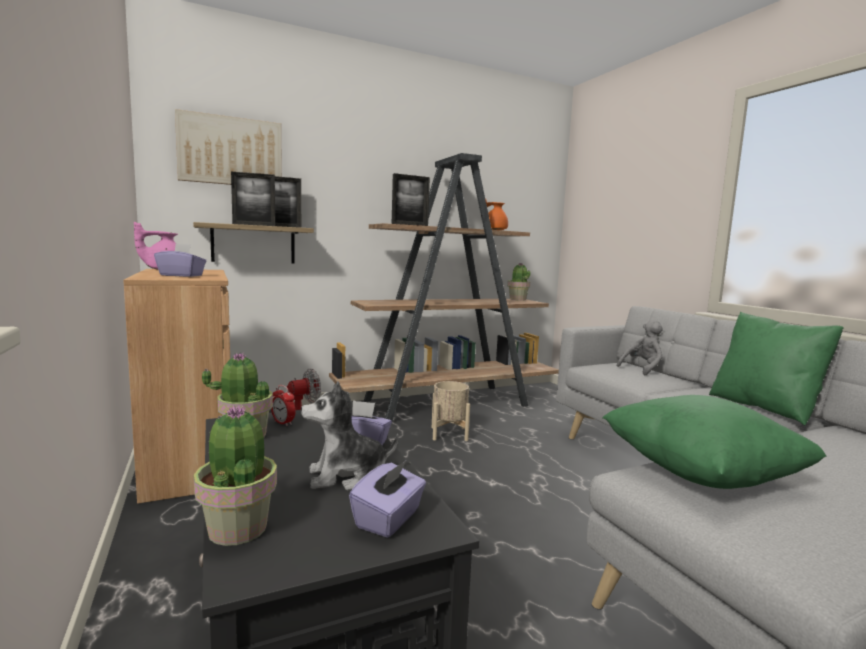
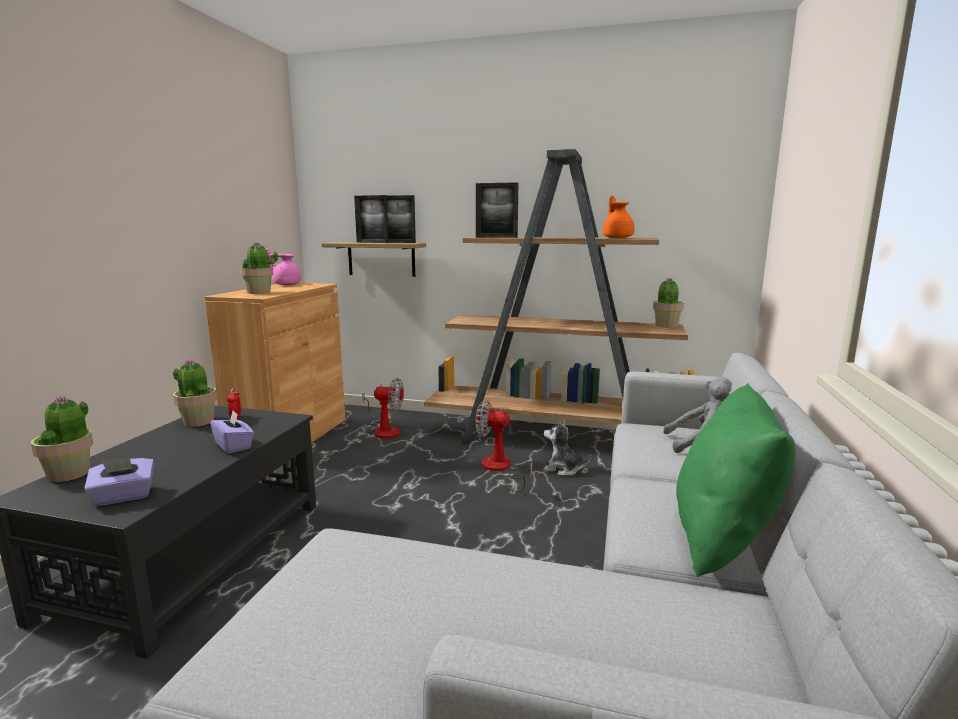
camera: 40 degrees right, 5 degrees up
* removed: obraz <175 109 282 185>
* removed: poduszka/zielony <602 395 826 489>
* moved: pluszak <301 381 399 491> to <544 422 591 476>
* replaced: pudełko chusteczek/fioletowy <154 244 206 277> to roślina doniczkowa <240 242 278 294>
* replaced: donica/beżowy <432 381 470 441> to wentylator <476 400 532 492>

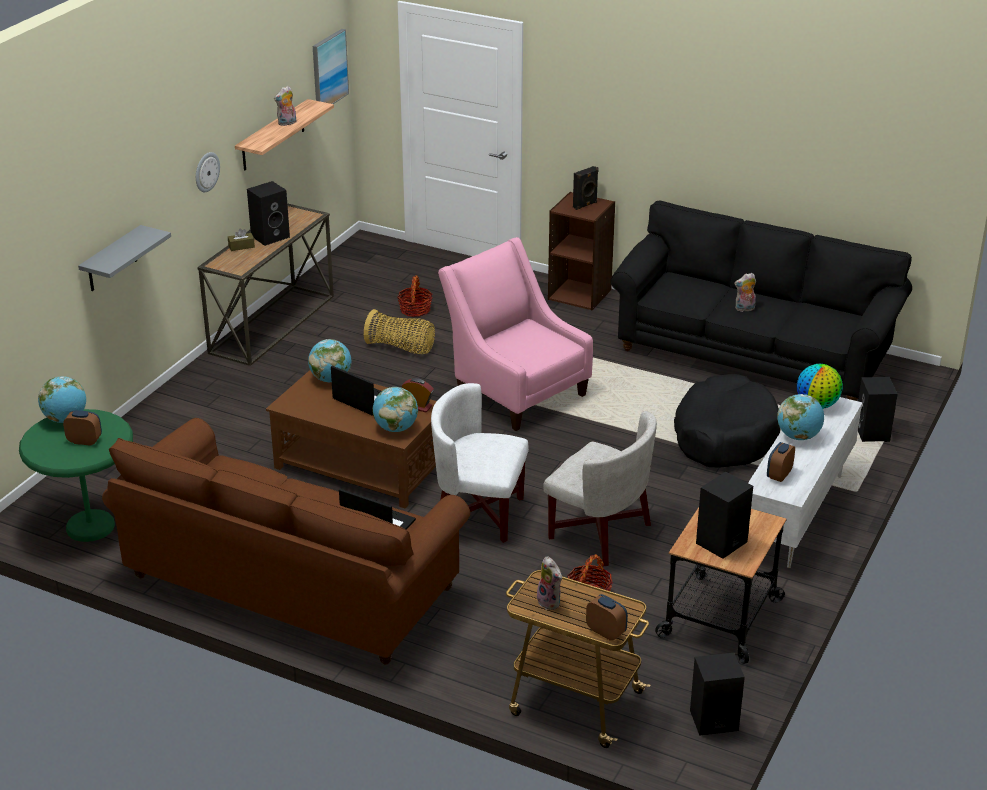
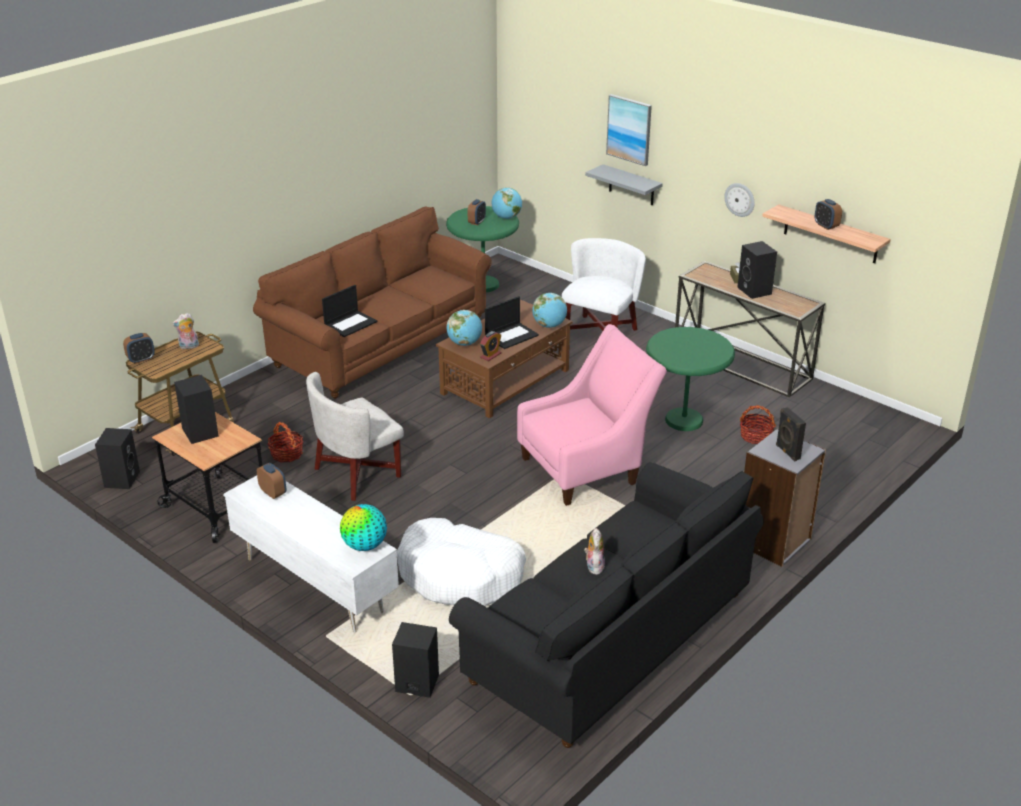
camera: 105 degrees right, 0 degrees up
* removed: globus <777 394 824 440>
* moved: obraz <313 29 349 104> to <606 94 652 166>
* moved: fotel/biały <431 383 529 543> to <562 238 646 331>
* replaced: pluszak <274 86 296 126> to budzik <815 199 842 230>
* replaced: koszyk <364 309 435 354> to stolik/zielony <646 327 735 431>
* recoloured: regał/brązowy <548 192 615 310> to regał/szary <744 428 826 567>
* recoloured: legowisko/czarny <674 374 781 467> to legowisko/biały <397 518 526 606>

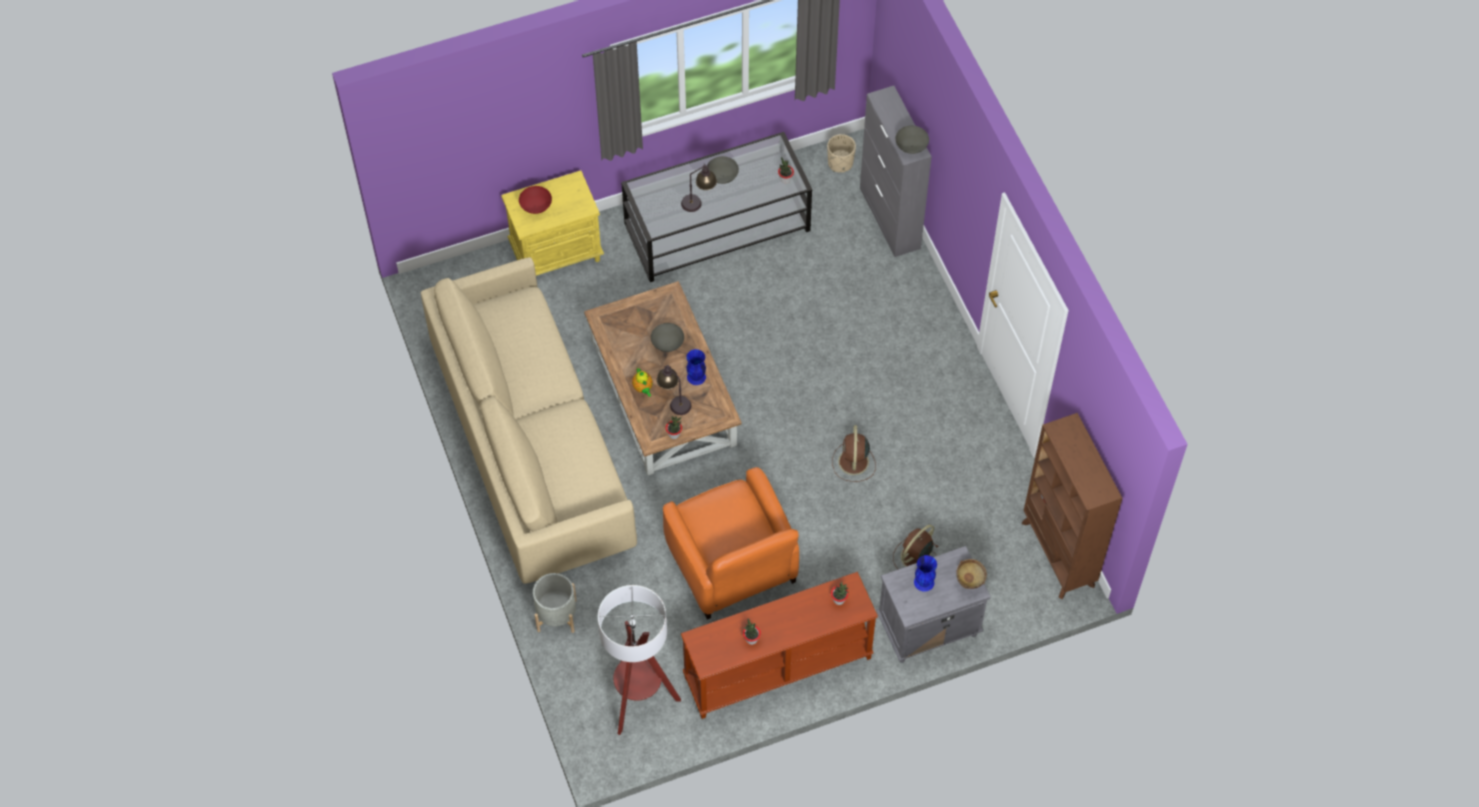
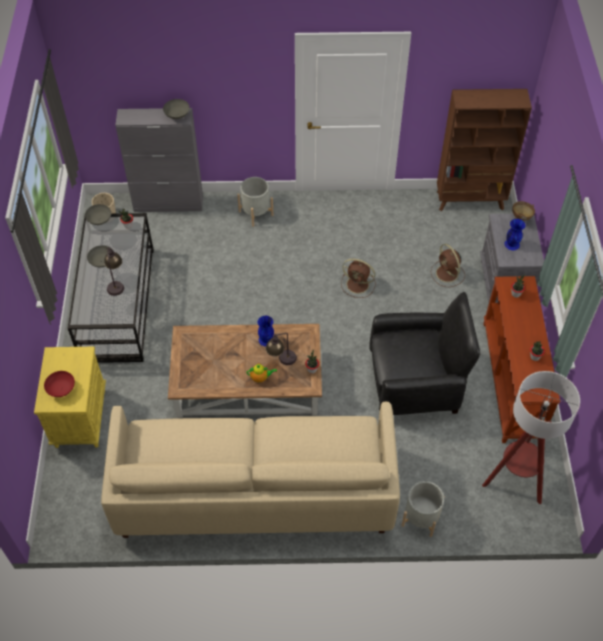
camera: 70 degrees left, 5 degrees down
* added: donica/szary <237 177 273 227>
* moved: miska/szary <651 323 684 352> to <85 204 111 225>
* recoloured: fotel/pomarańczowy <663 467 799 620> to fotel/czarny <370 292 480 415>

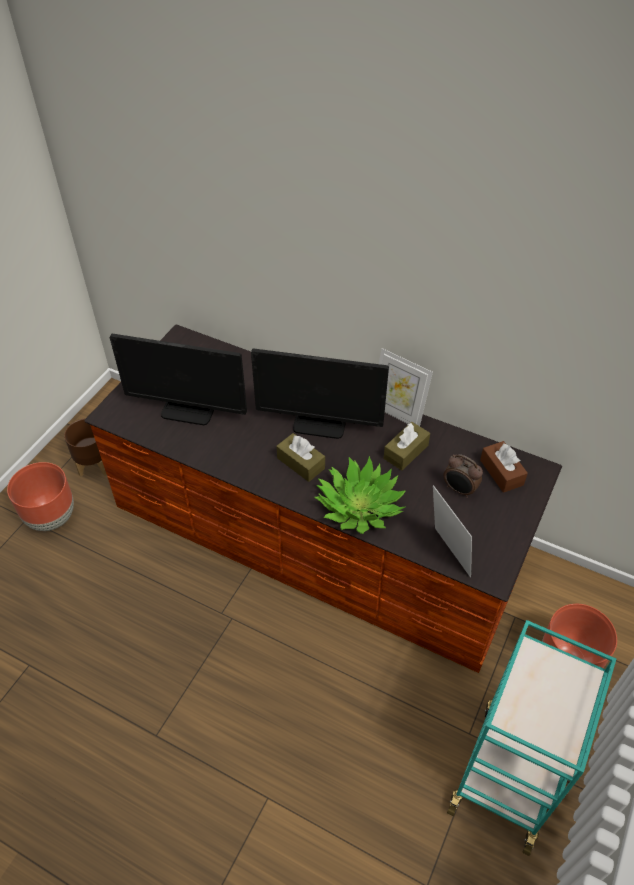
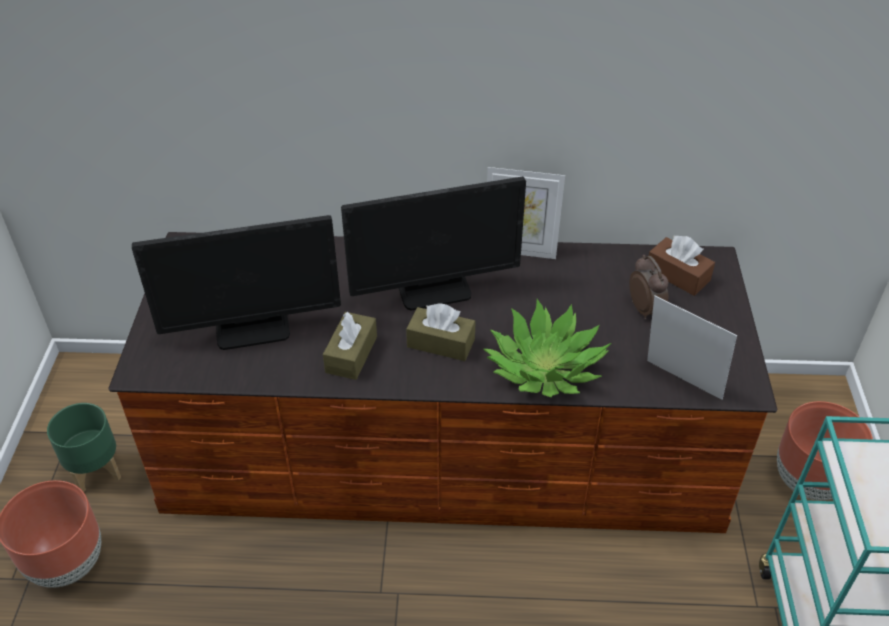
camera: 25 degrees left, 5 degrees down
* moved: pudełko chusteczek/brązowy <384 422 430 471> to <323 312 377 380>
* recoloured: donica/brązowy <64 418 107 477> to donica/zielony <47 403 121 492>
* turned: budzik <444 454 483 498> = <629 255 668 320> 120 degrees counterclockwise

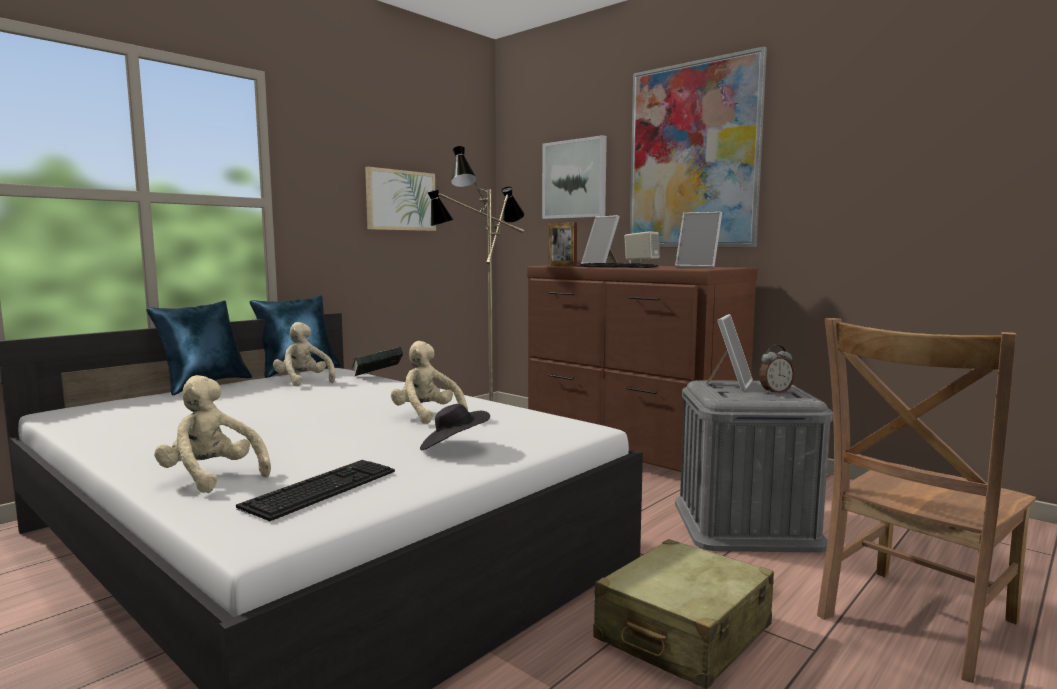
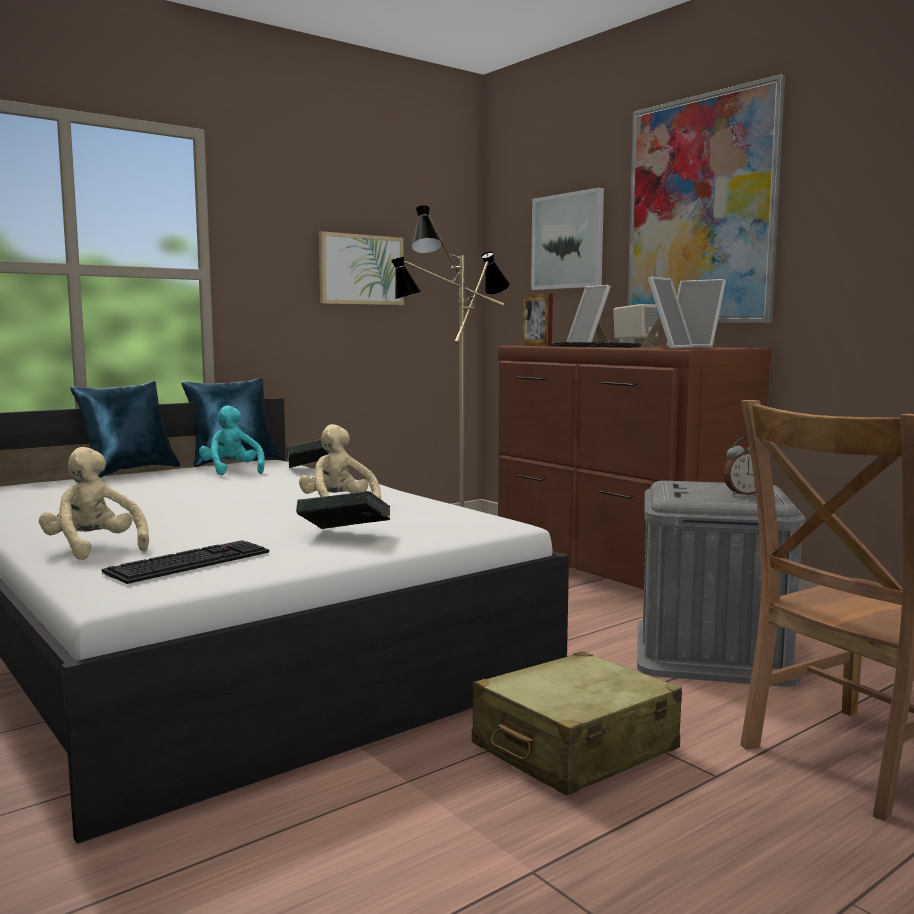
camera: 10 degrees right, 0 degrees up
* moved: ramka na zdjęcie <706 314 753 391> to <640 276 693 349>
* replaced: kapelusz/czarny <420 404 490 451> to książka <296 491 390 529>
* recoloured: pluszak/beżowy <273 322 335 387> to pluszak/turkusowy <199 405 265 475>

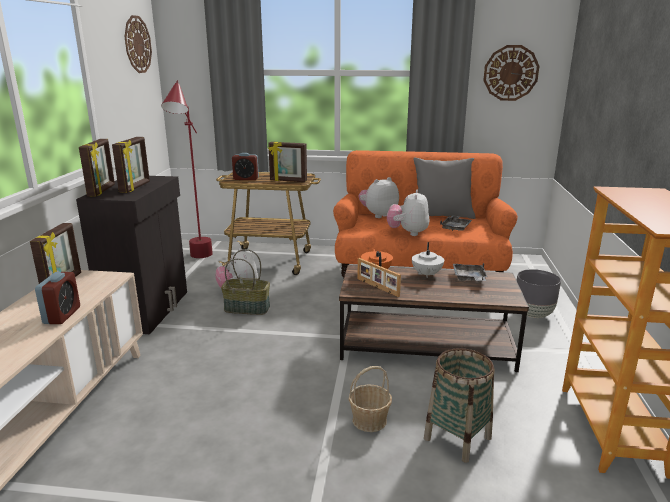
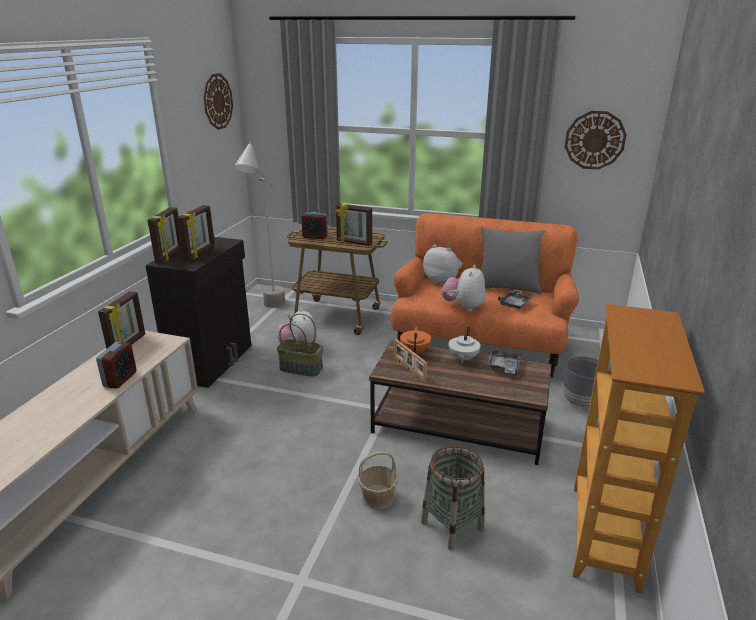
camera: 10 degrees right, 5 degrees up
* recoloured: lampa stojąca/czerwony <161 80 213 258> to lampa stojąca/szary <234 141 285 308>
* turned: pluszak <359 177 399 218> = <423 244 462 286> 60 degrees clockwise

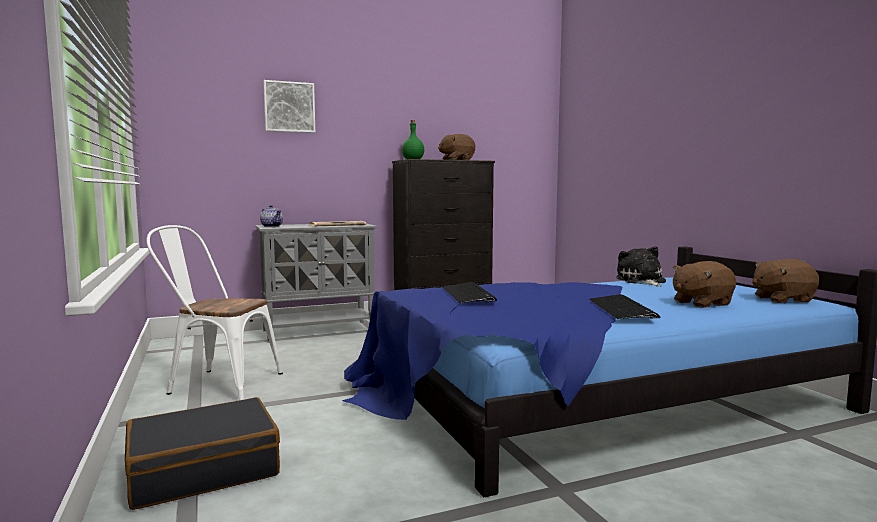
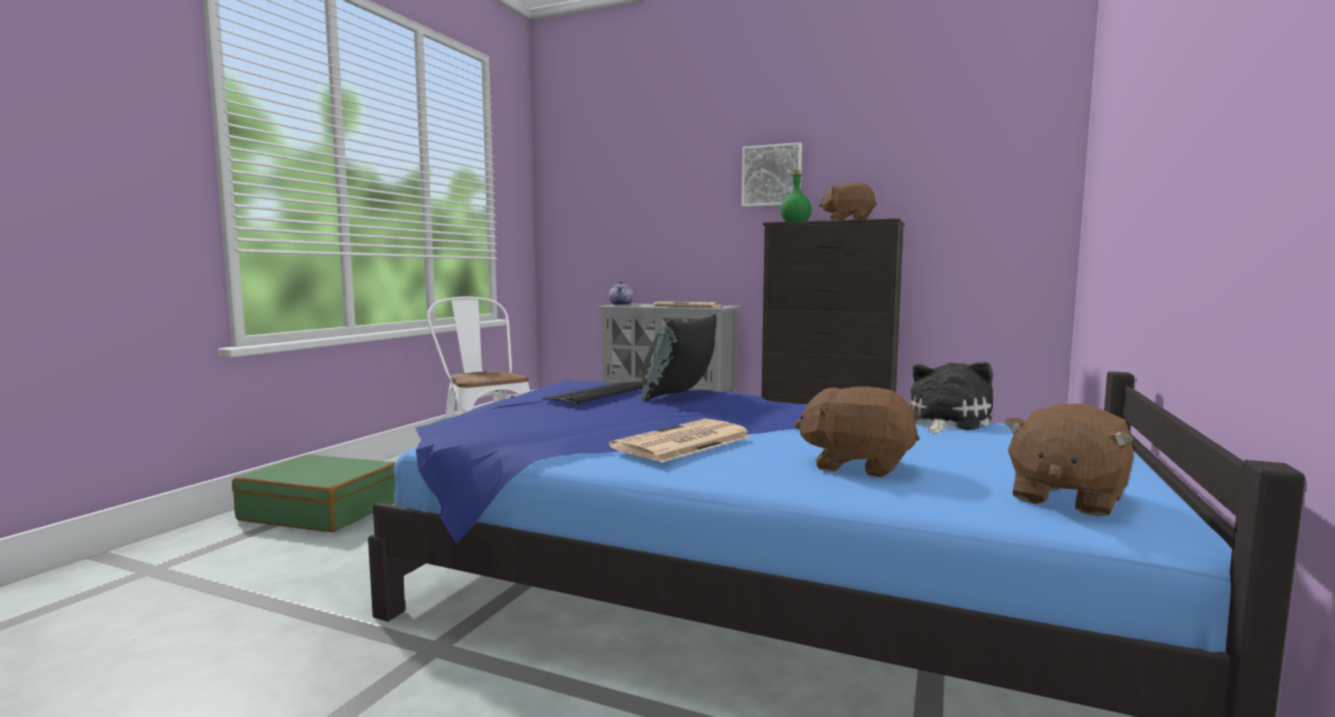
camera: 45 degrees right, 0 degrees up
* added: poduszka/czarny <641 314 716 401>
* moved: obraz <263 80 315 133> to <742 142 802 207>
* replaced: klawiatura <589 294 660 319> to gazeta <609 419 752 463>
* recoloured: walizka/czarny <125 397 280 510> to walizka/zielony <232 454 395 532>
* turned: pluszak/brązowy <752 259 819 303> = <1004 403 1134 516> 90 degrees counterclockwise

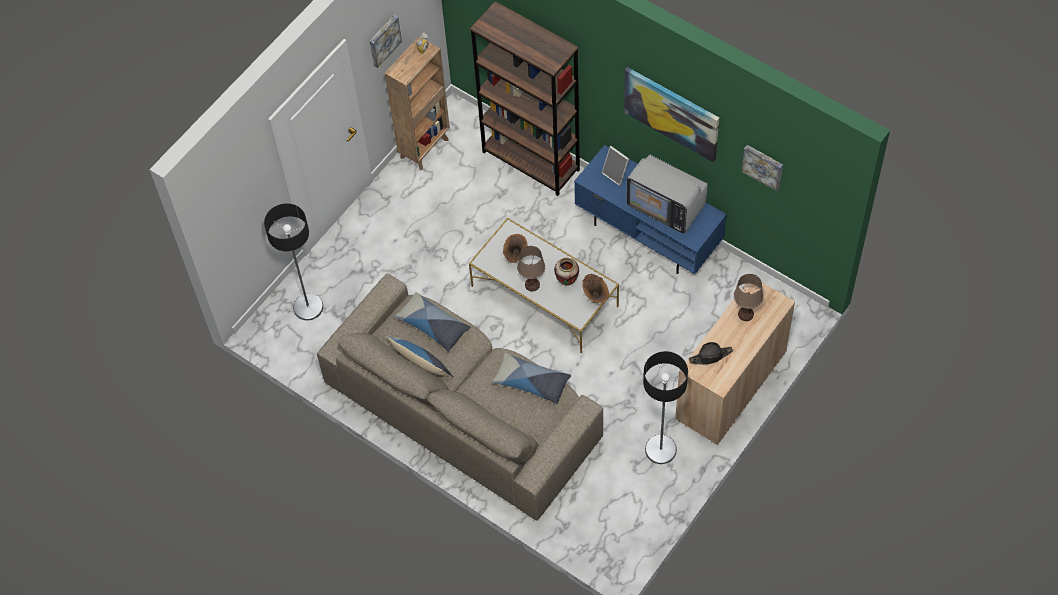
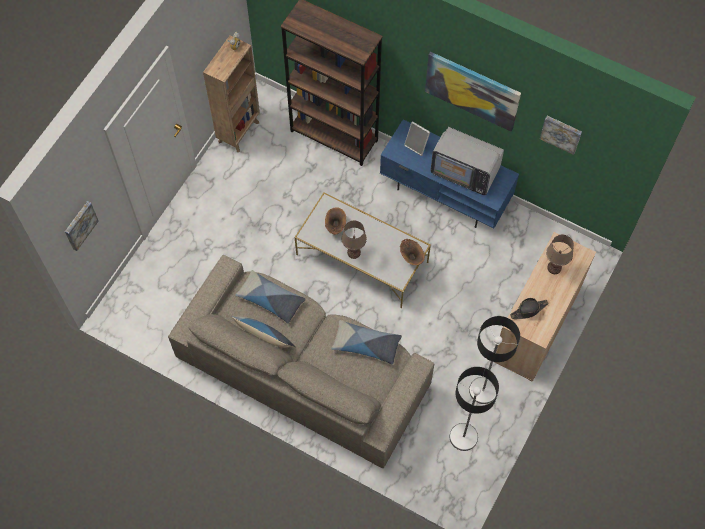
camera: 10 degrees left, 5 degrees up
* removed: wazon <554 258 579 286>
* moved: lampa stojąca <264 203 323 320> to <450 367 499 451>
* moved: obraz <370 15 402 68> to <65 201 99 251>

